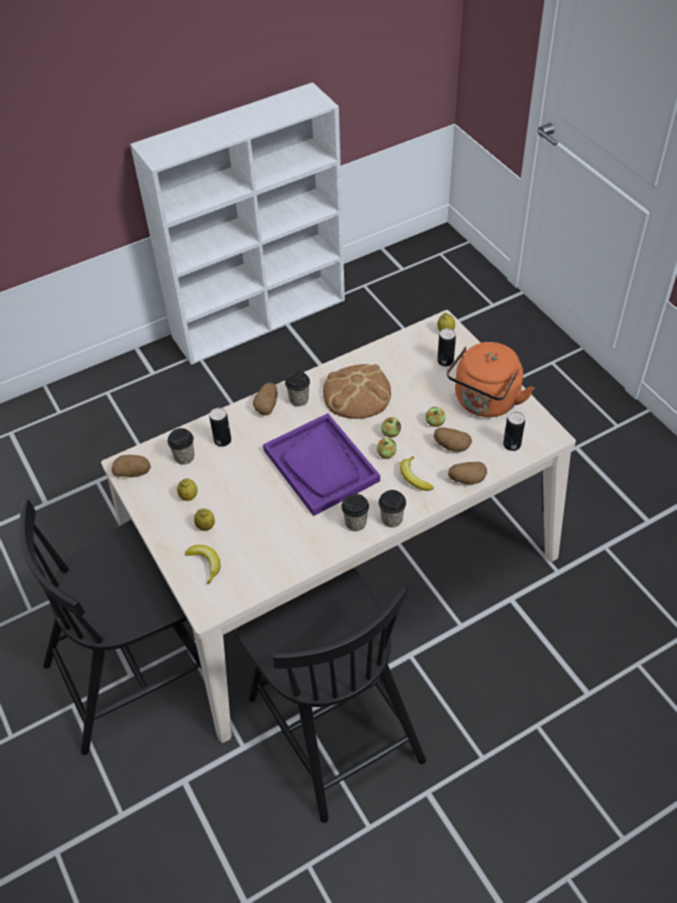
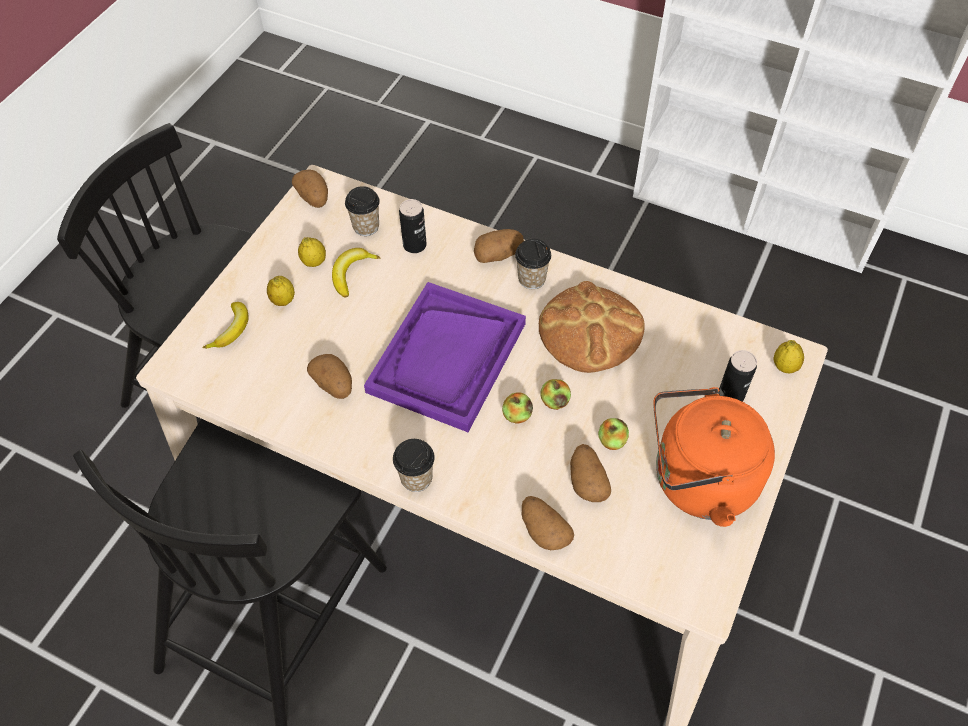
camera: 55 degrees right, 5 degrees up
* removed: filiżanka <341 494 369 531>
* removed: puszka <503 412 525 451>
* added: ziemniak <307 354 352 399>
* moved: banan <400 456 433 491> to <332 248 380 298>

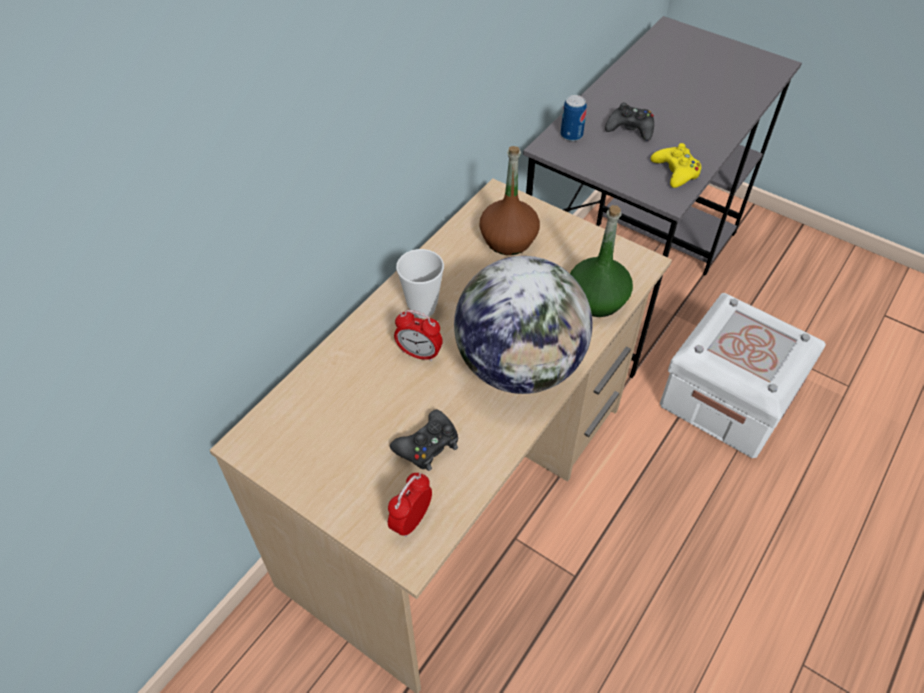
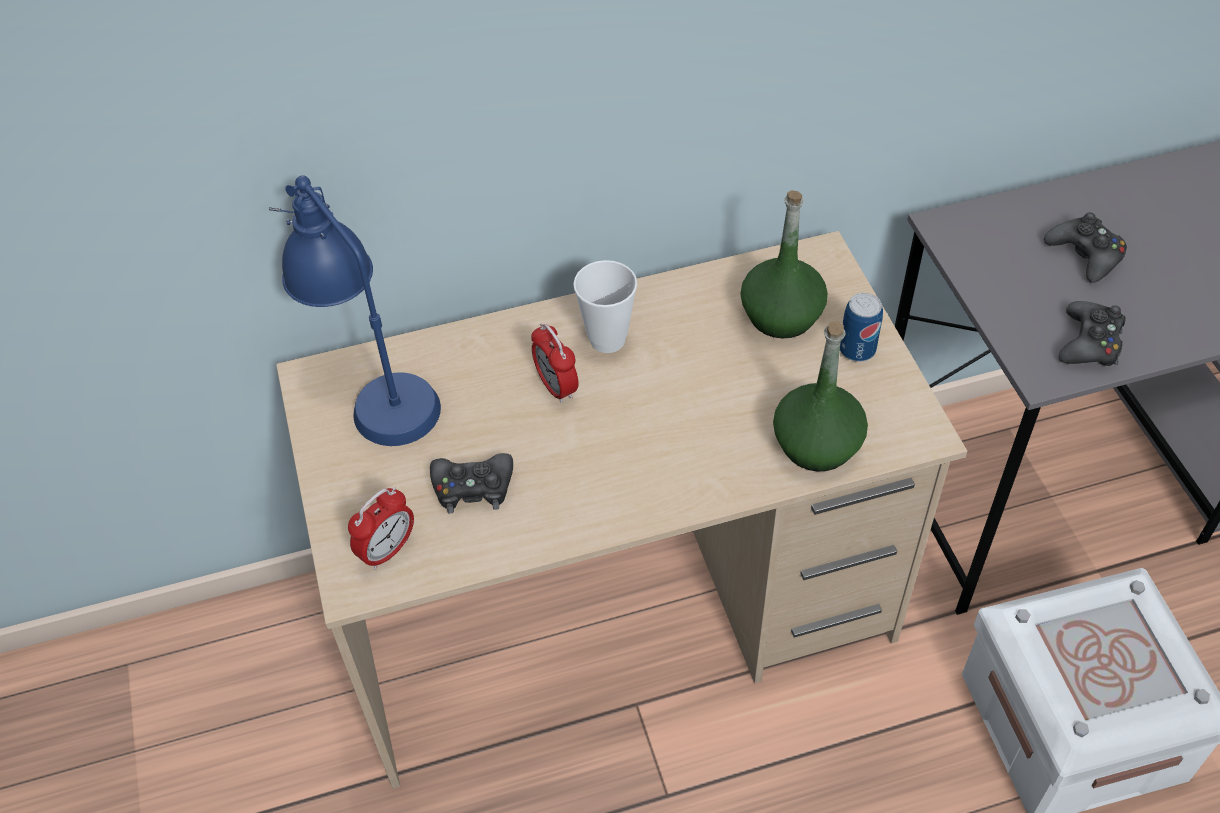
camera: 40 degrees right, 0 degrees up
* removed: globus <454 256 593 394>
* added: lampa stołowa/niebieski <269 175 441 446>
* moved: puszka <561 95 587 141> to <840 293 883 362>
* recoloured: butelka/brązowy <479 146 540 255> to butelka/zielony <740 190 828 338>
* recoloured: pad do gier/żółty <651 143 701 188> to pad do gier/czarny <1058 301 1126 366>
* turned: budzik <388 473 432 537> = <348 487 414 570> 150 degrees clockwise

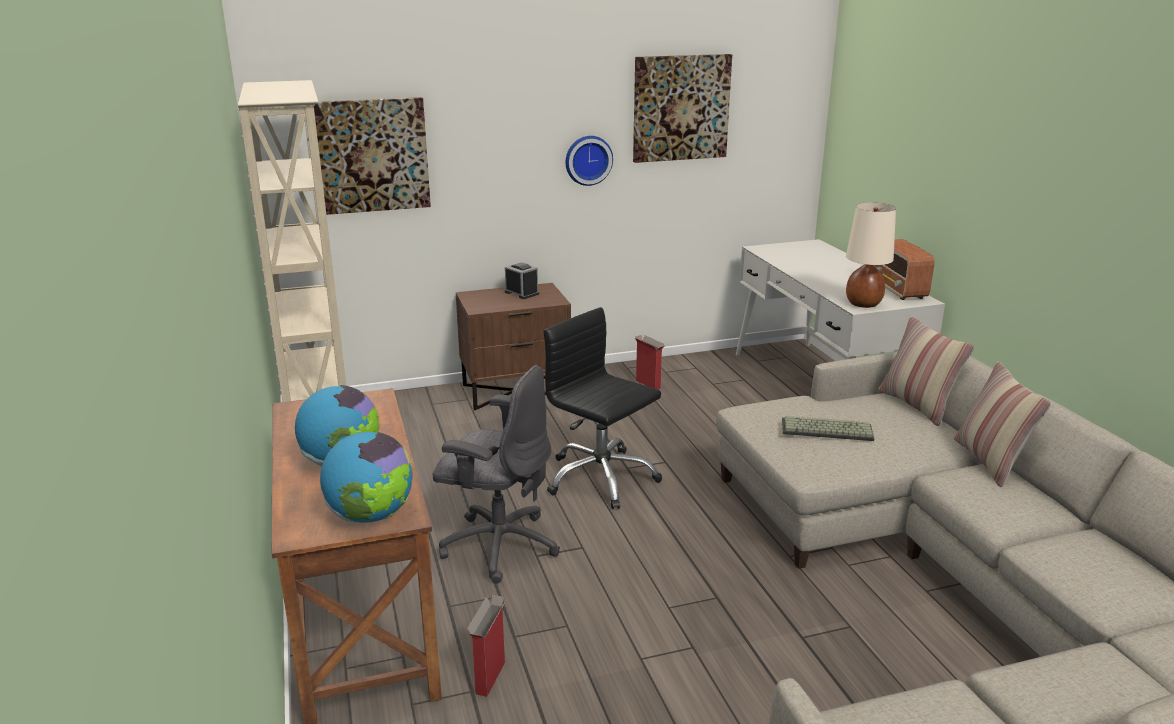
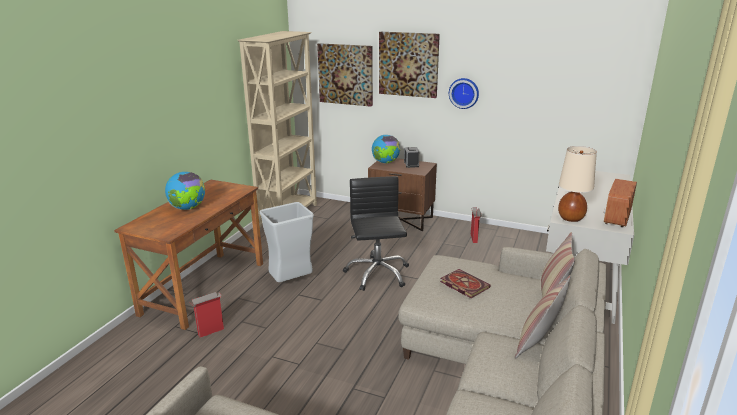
camera: 40 degrees right, 0 degrees up
* moved: globus <320 432 413 523> to <372 135 400 164>
* moved: obraz <633 54 732 163> to <379 32 440 98>
* replaced: krzesło biurowe/szary <432 365 560 584> to kosz na śmieci/szary <260 202 314 282>
* replaced: klawiatura <782 416 874 441> to książka <440 269 491 298>

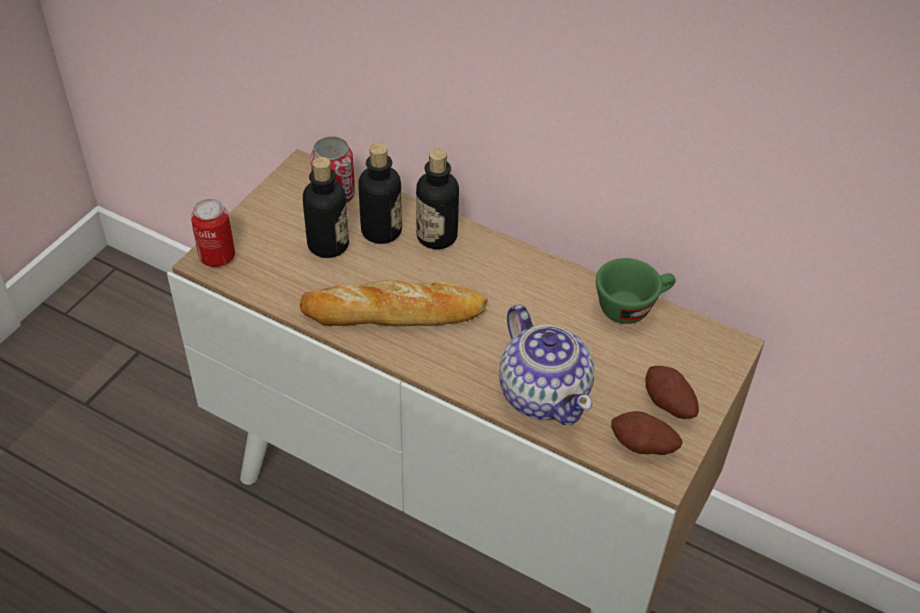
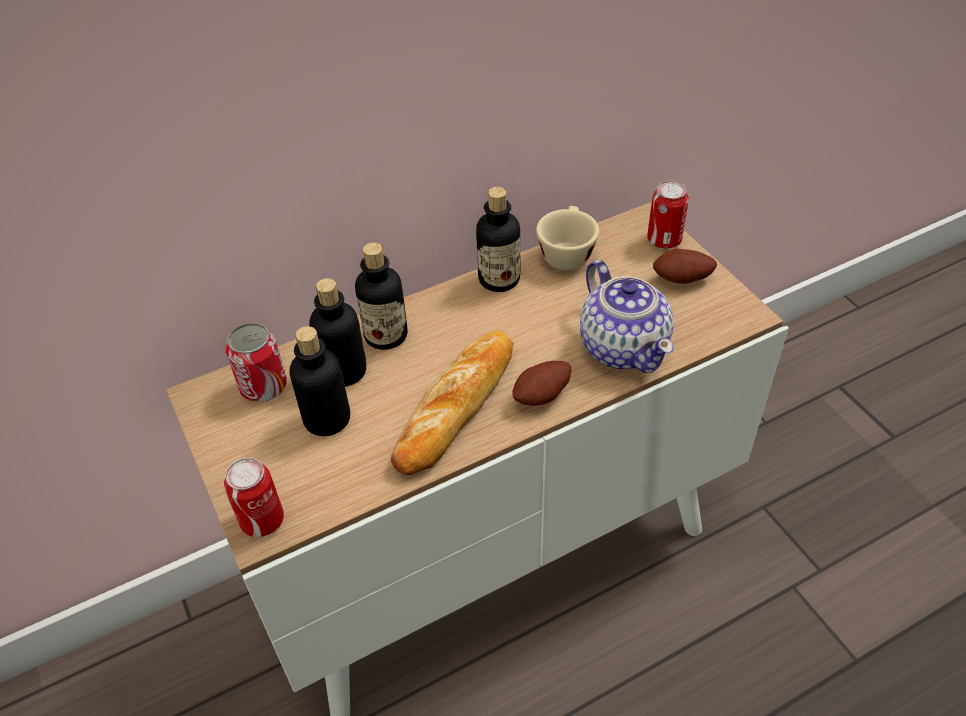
camera: 55 degrees left, 0 degrees up
* added: butelka <476 187 520 292>
* added: puszka <647 180 689 249>
* moved: ziemniak <611 411 683 455> to <512 361 572 406>
* recoloured: filiżanka/zielony <596 258 676 324> to filiżanka/beżowy <536 206 599 270>
* turned: imbryk <499 305 594 425> = <580 260 673 373> 60 degrees clockwise

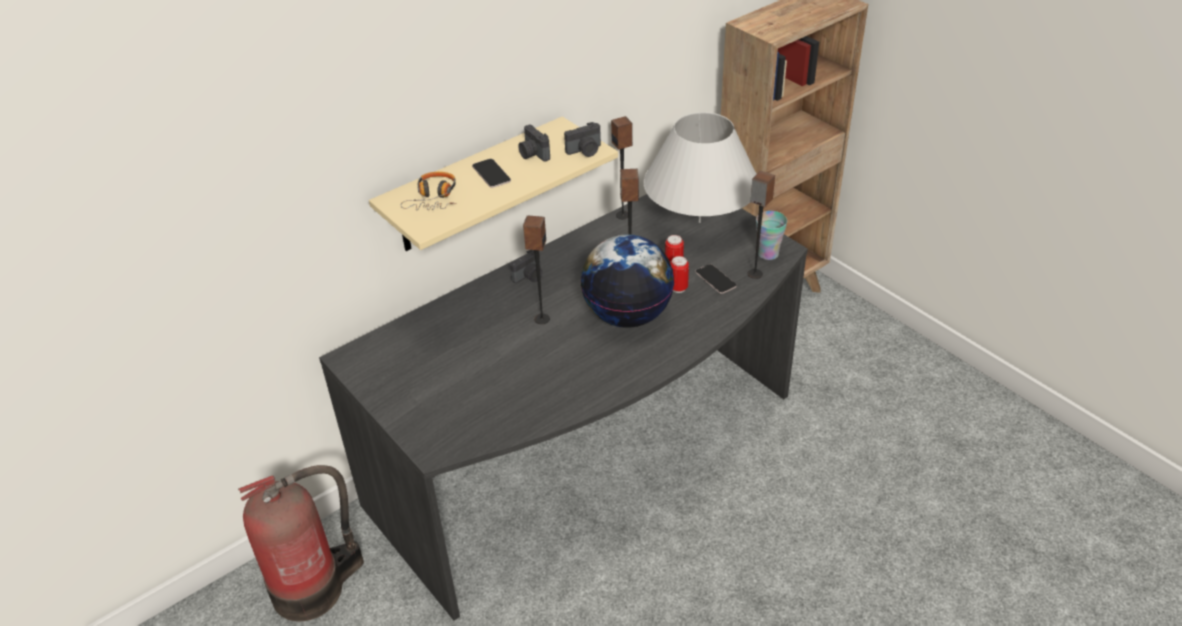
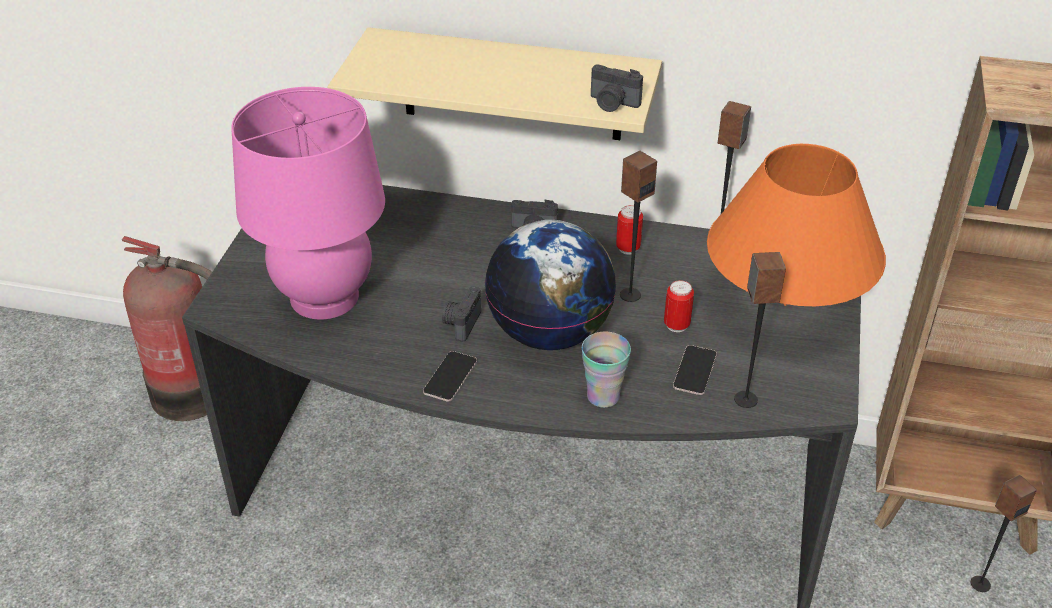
camera: 50 degrees right, 0 degrees up
* removed: słuchawki <401 172 457 210>
* added: lampa stołowa/różowy <231 87 385 320>
* moved: telefon <472 159 511 188> to <423 351 477 402>
* moved: aparat fotograficzny <518 125 550 161> to <442 286 481 342>
* moved: głośnik <523 216 550 324> to <971 475 1037 592>
* moved: puszka <670 256 689 293> to <616 205 643 255>
* moved: filiżanka <756 211 787 260> to <582 331 631 408>
* recoloured: lampa stołowa/biały <643 112 756 223> to lampa stołowa/pomarańczowy <707 144 886 306>

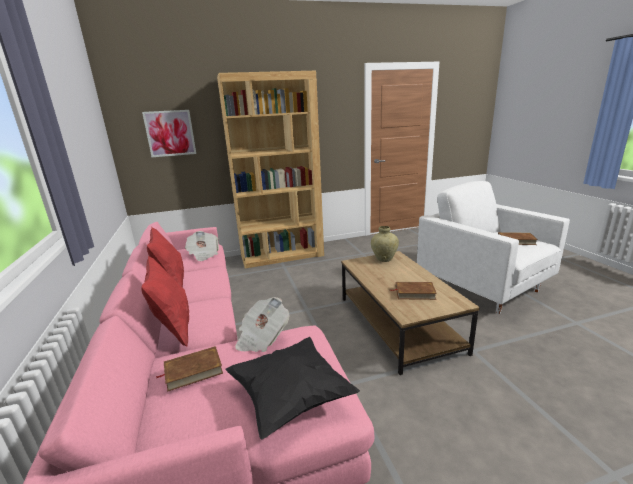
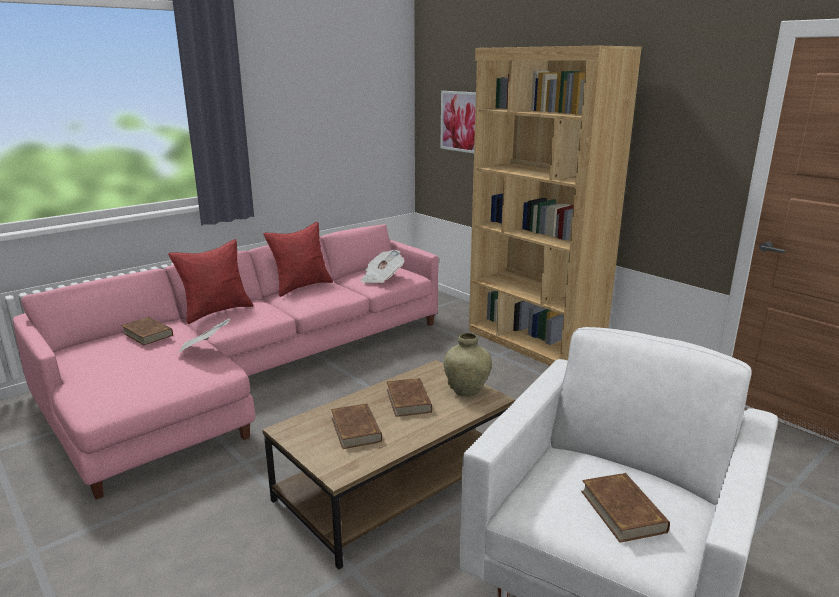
camera: 65 degrees right, 0 degrees up
* removed: poduszka/czarny <225 337 360 439>
* added: książka/brązowy <386 378 432 417>

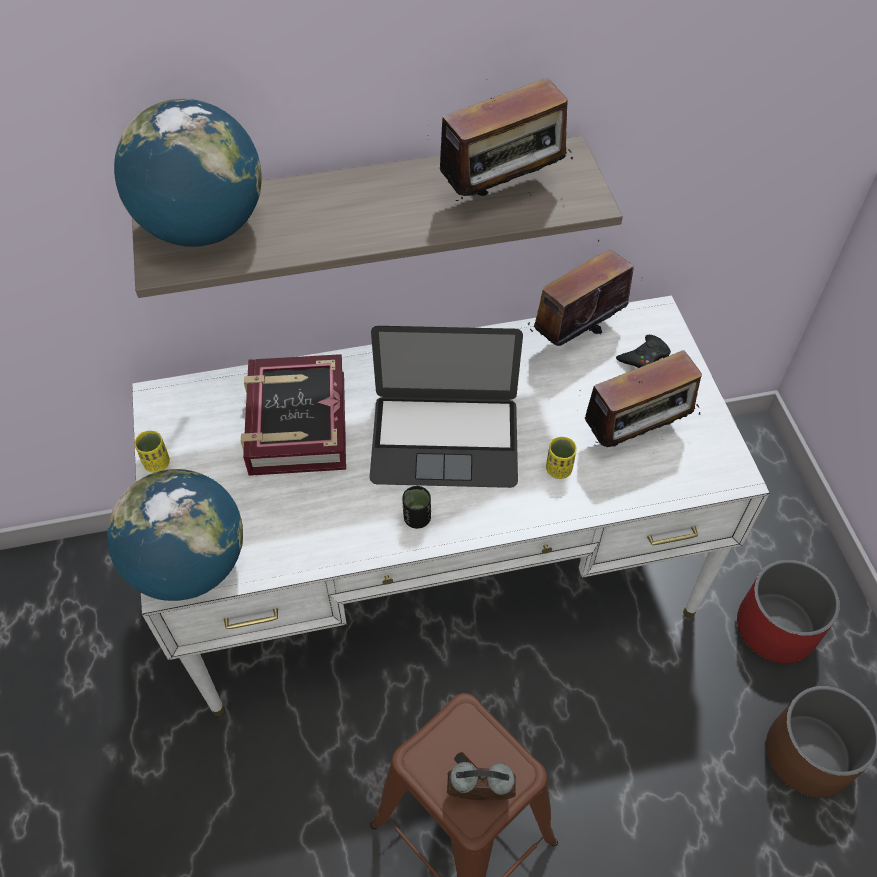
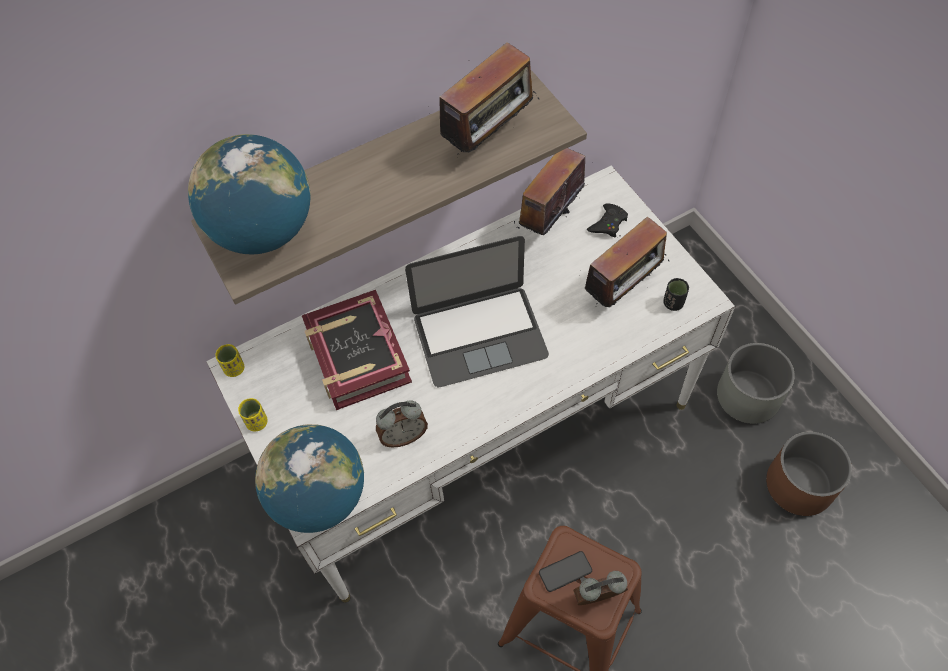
camera: 15 degrees left, 5 degrees up
* added: budzik <376 400 428 448>
* added: telefon <539 551 592 592>
* moved: filiżanka/czarny <402 486 431 529> to <663 278 689 311>
* moved: filiżanka/żółty <546 437 577 479> to <216 344 244 377>
* recoloured: donica/czerwony <737 560 840 663> to donica/szary <717 343 795 424>

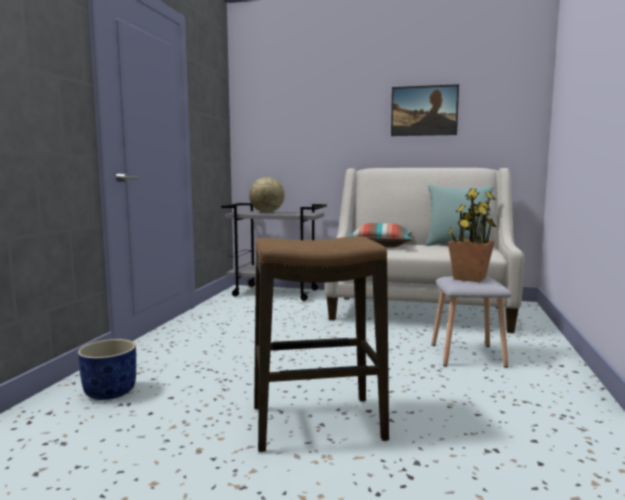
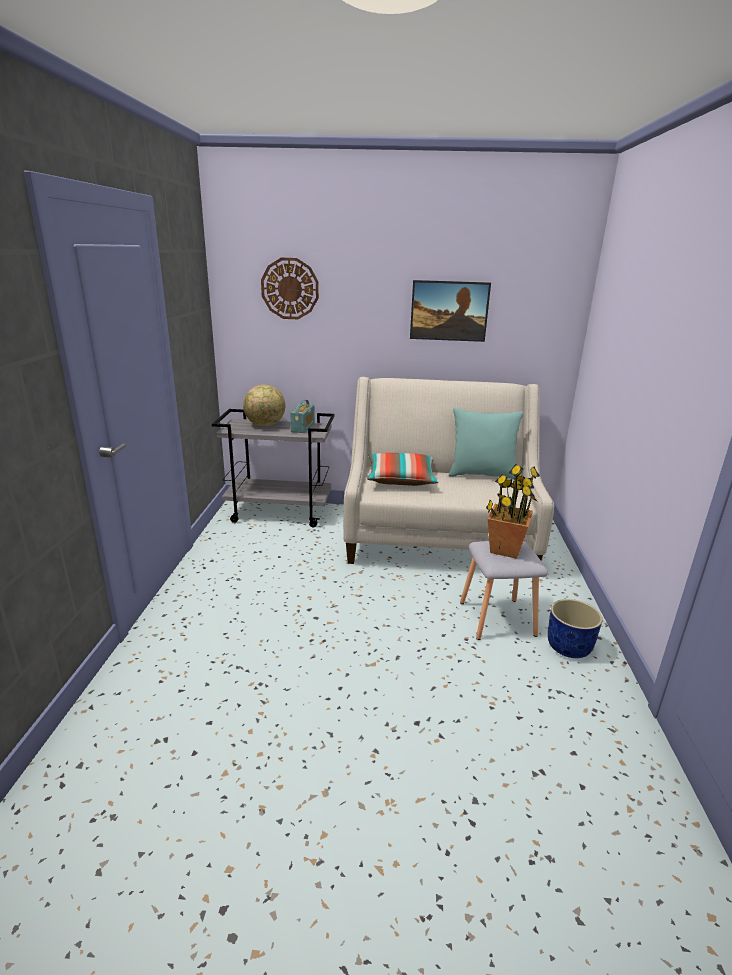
camera: 10 degrees left, 15 degrees up
* removed: stołek <254 236 389 452>
* added: zegar ścienny <261 258 319 319>
* added: radio <290 399 315 433>
* moved: donica/niebieski <78 339 136 400> to <548 599 602 658>

